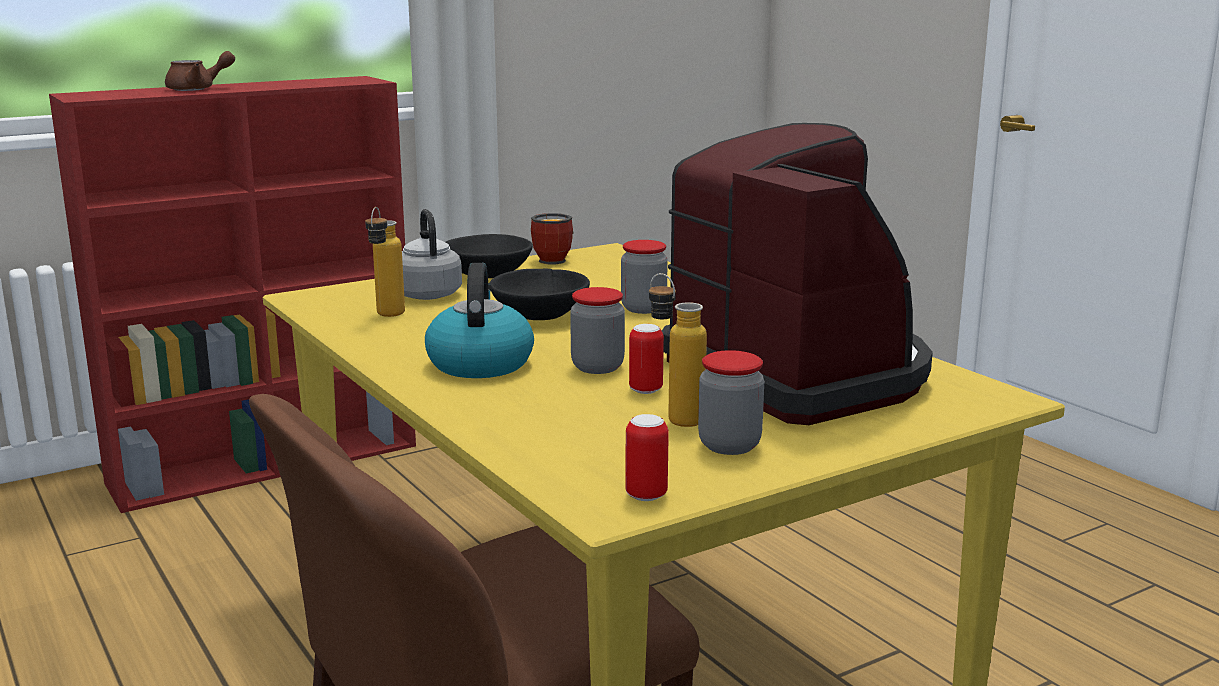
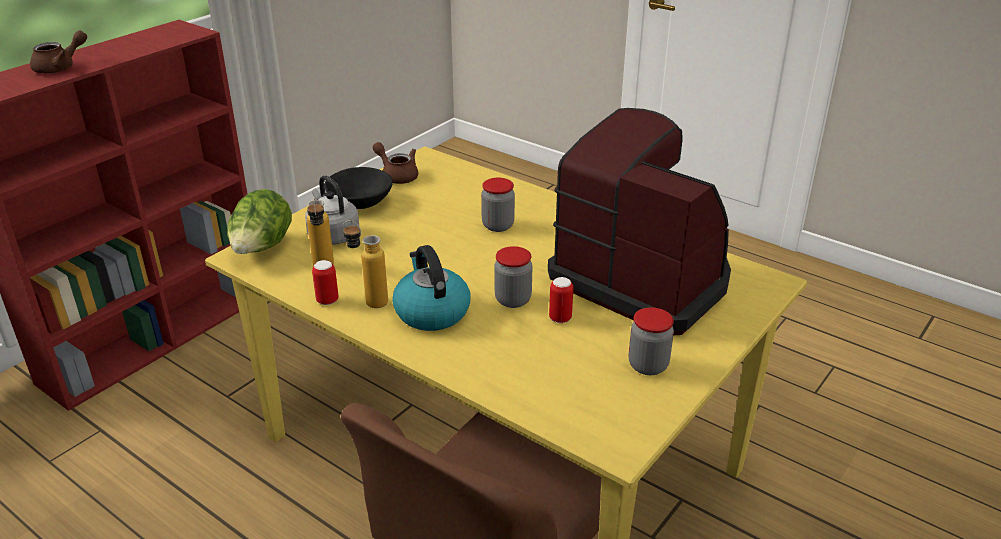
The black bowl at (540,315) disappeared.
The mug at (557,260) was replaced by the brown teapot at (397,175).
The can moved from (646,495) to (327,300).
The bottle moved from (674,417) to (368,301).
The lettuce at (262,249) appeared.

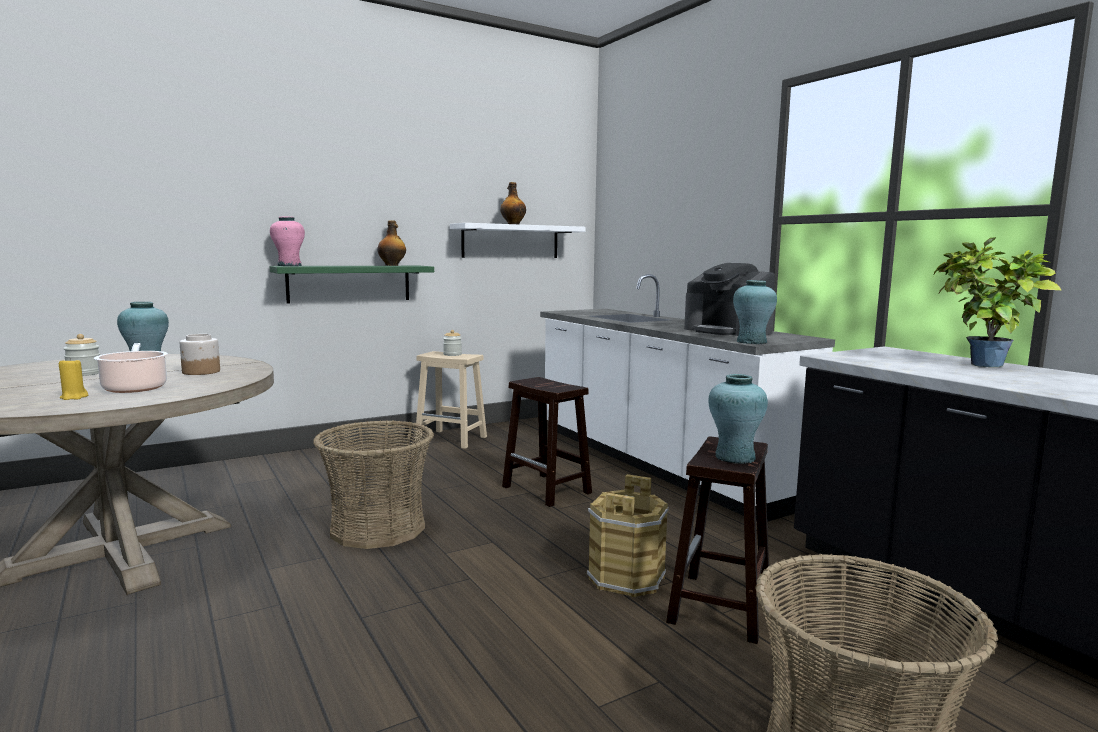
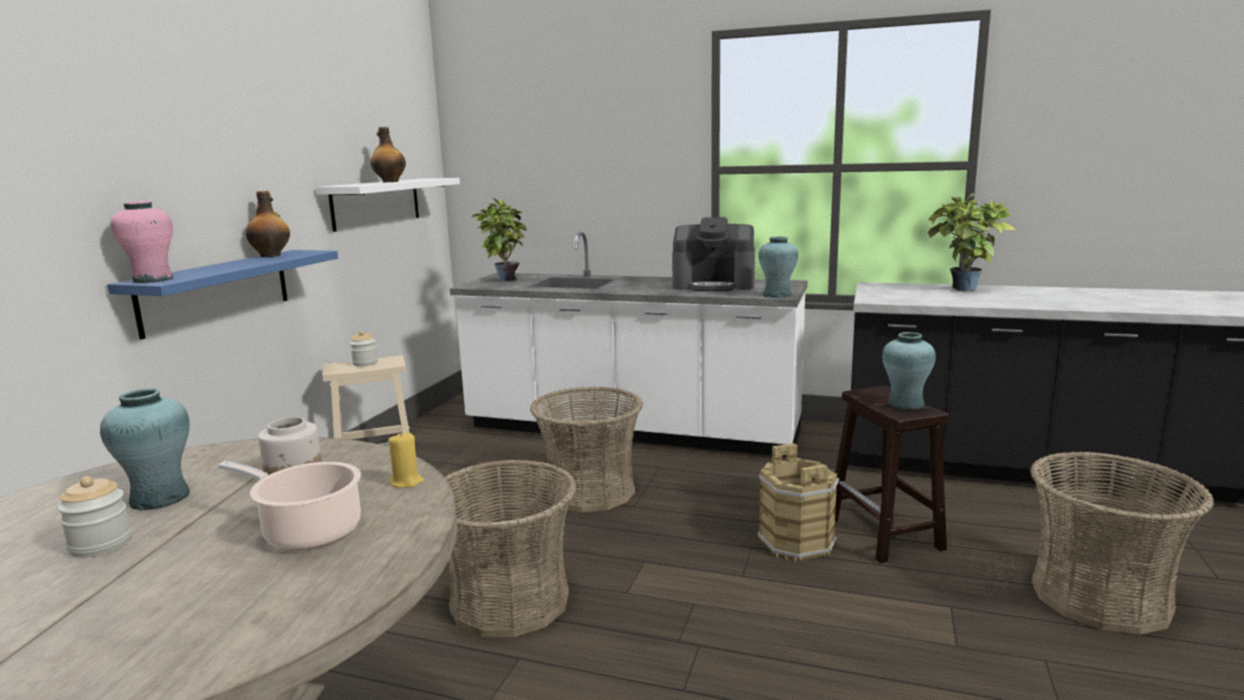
The yellow candle moved from (74,397) to (406,482).
The green shelf at (349,283) became the blue shelf at (216,291).
The brown stool at (547,490) was replaced by the basket at (590,491).
The potted plant at (504,280) appeared.

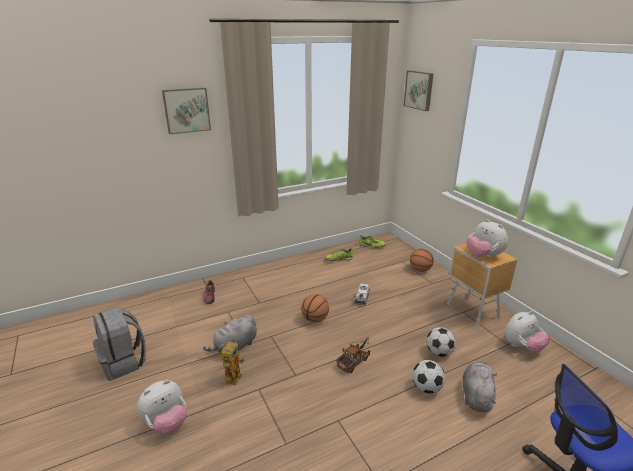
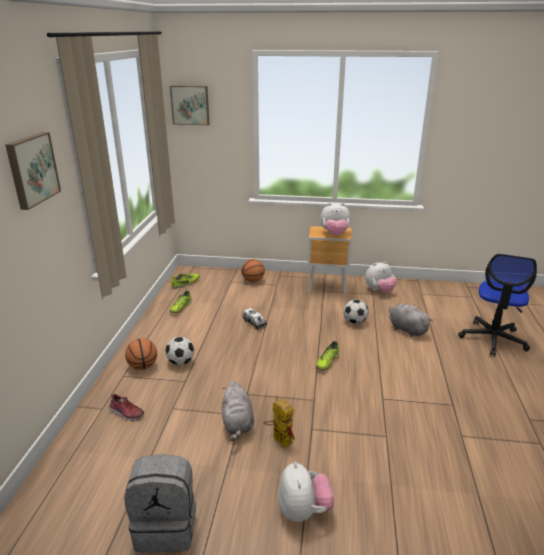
The basketball moved from (315,319) to (143,366).
The toy truck at (355,361) was replaced by the shoe at (327,362).
The football moved from (426,388) to (181,362).
The plush toy at (522,347) turned 60 degrees clockwise.

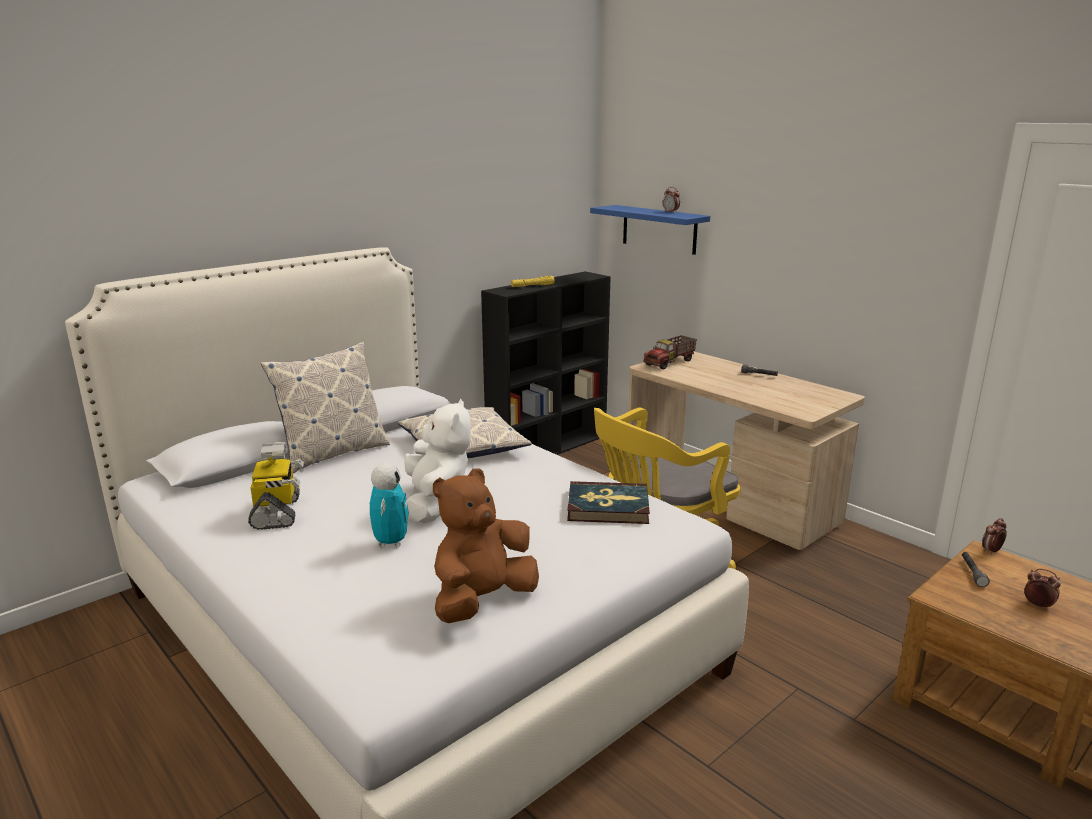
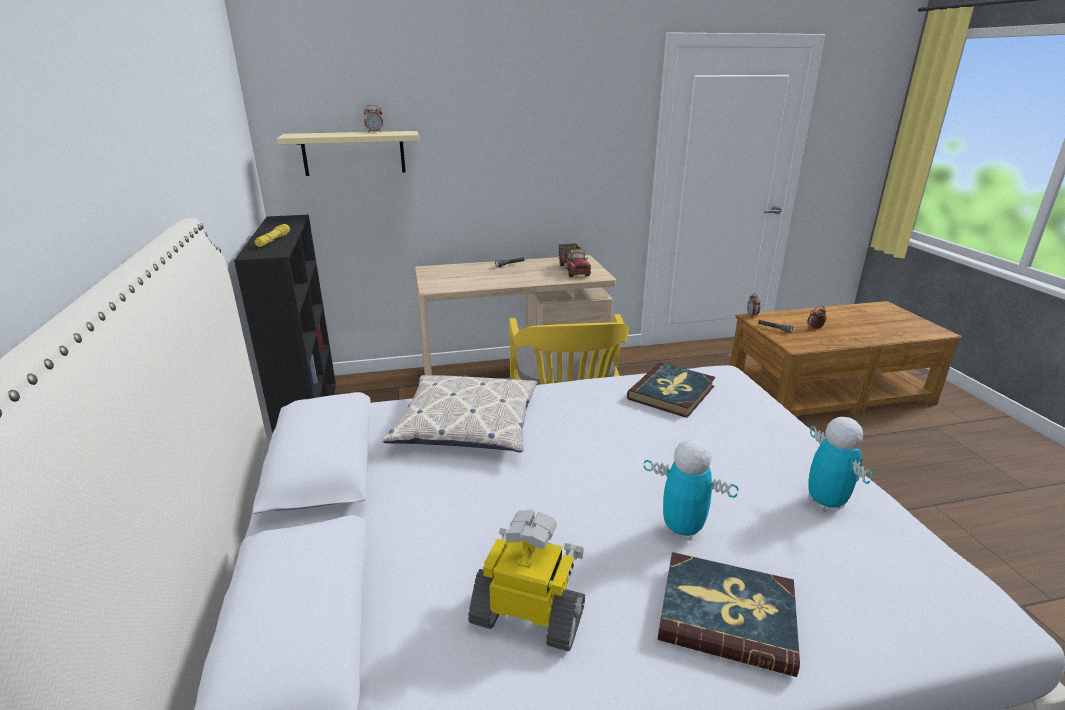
The pillow at (333,453) disappeared.
The white plush toy at (436,504) disappeared.
The brown plush toy at (482,601) was replaced by the toy robot at (825,503).
The blue shelf at (659,229) became the beige shelf at (354,153).
The toy truck moved from (670,363) to (574,270).
The book at (726,615) appeared.

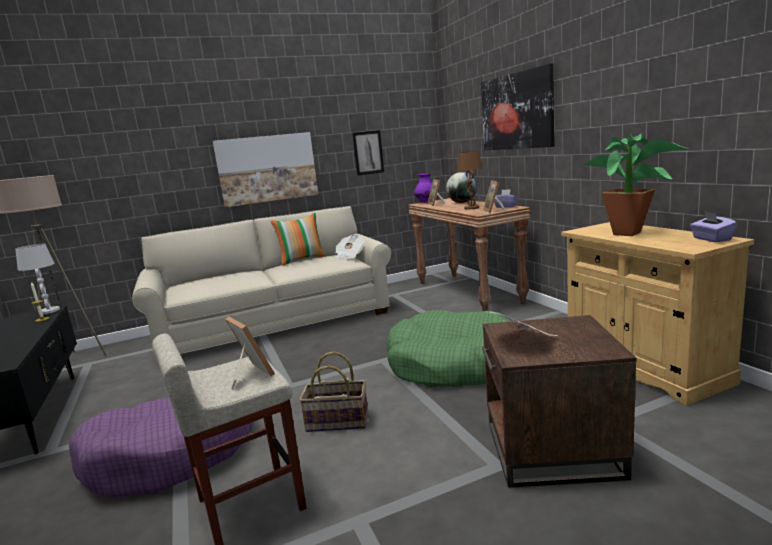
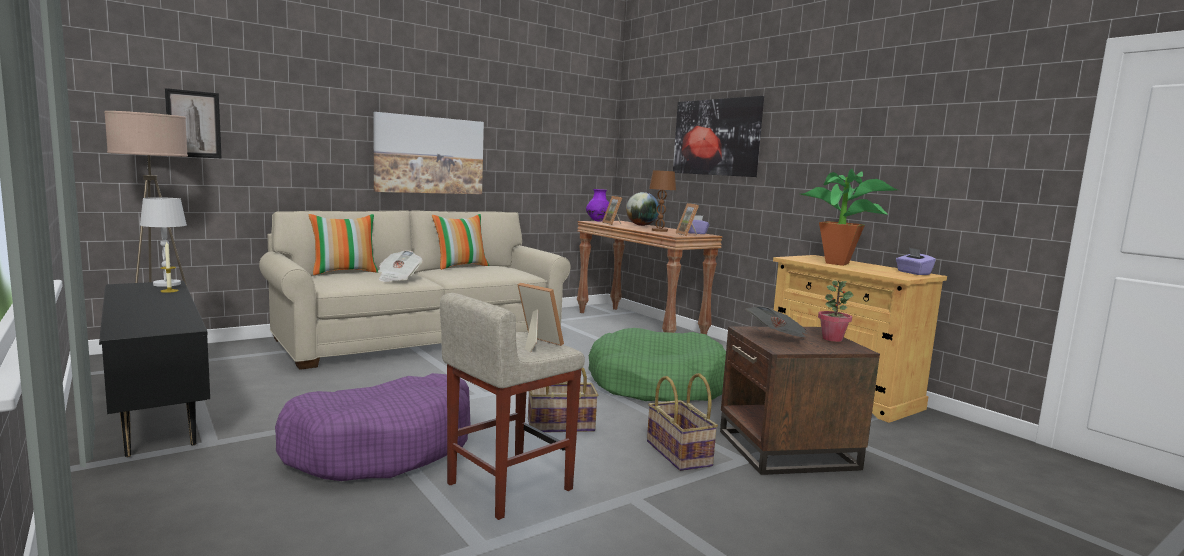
The newspaper moved from (349,256) to (398,278).
The picture moved from (368,152) to (193,124).
The pillow at (344,272) appeared.
The basket at (680,453) appeared.
The potted plant at (832,339) appeared.

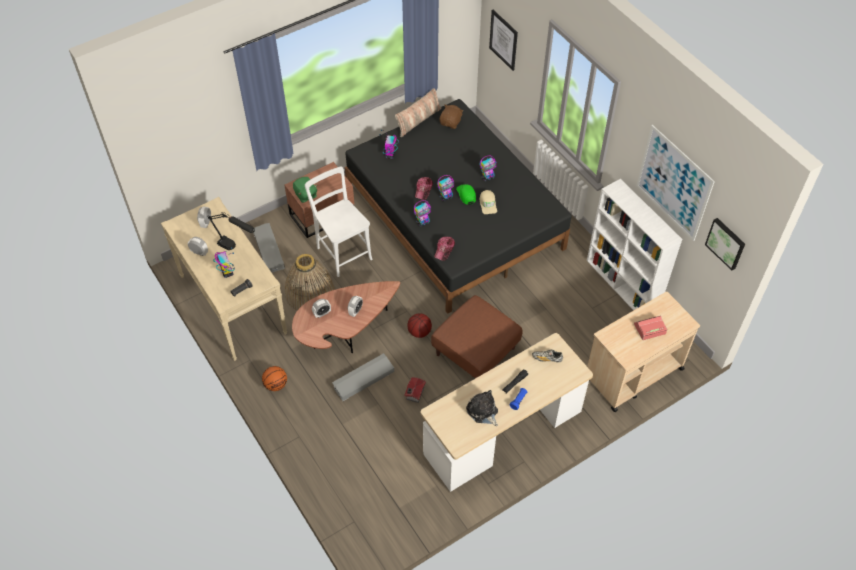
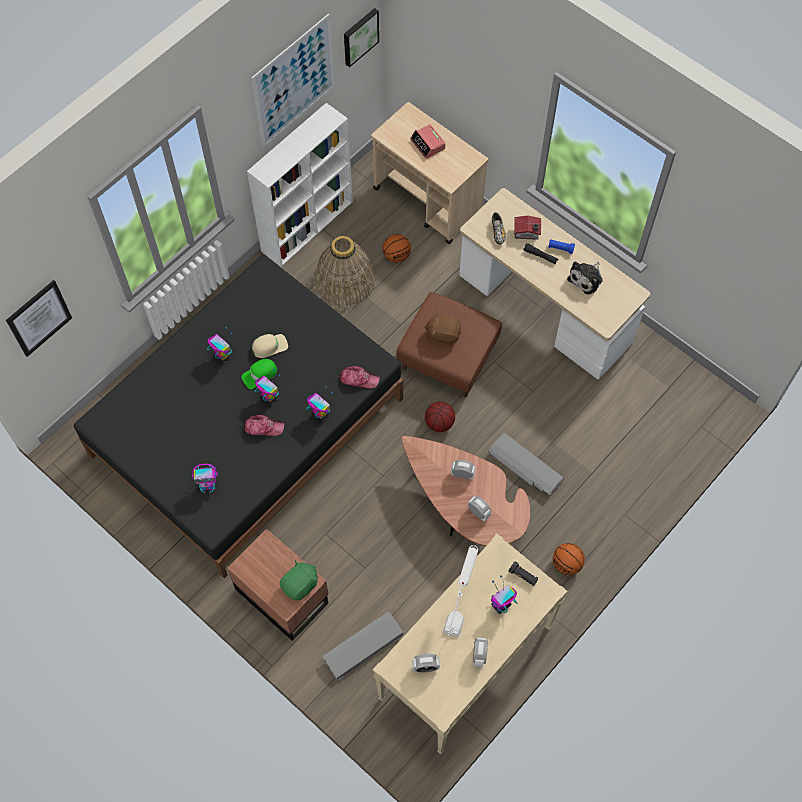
The black table lamp at (236,249) became the white table lamp at (458,608).
The basket moved from (310,293) to (345,280).
The white chair at (342,251) disappeared.
The pillow at (418,120) disappeared.
The toy house moved from (414,394) to (527,233).
The brown plush toy moved from (451,122) to (443,334).
The basketball at (396,256) appeared.

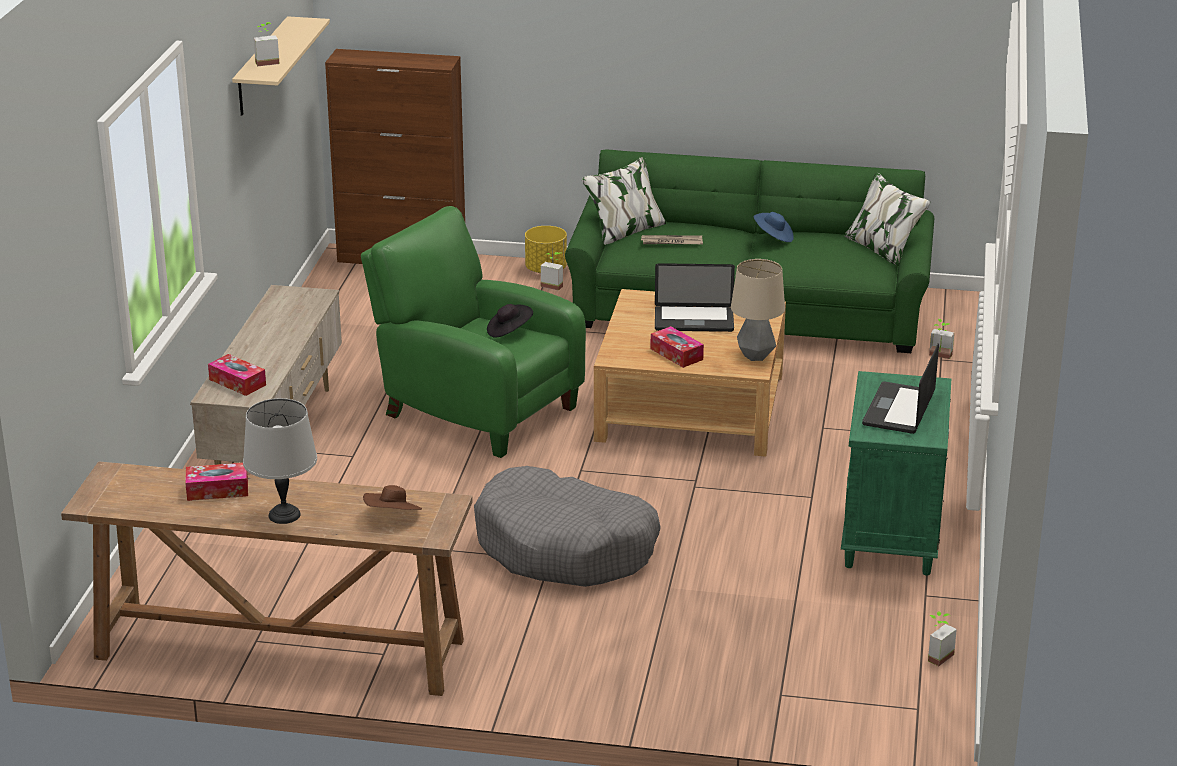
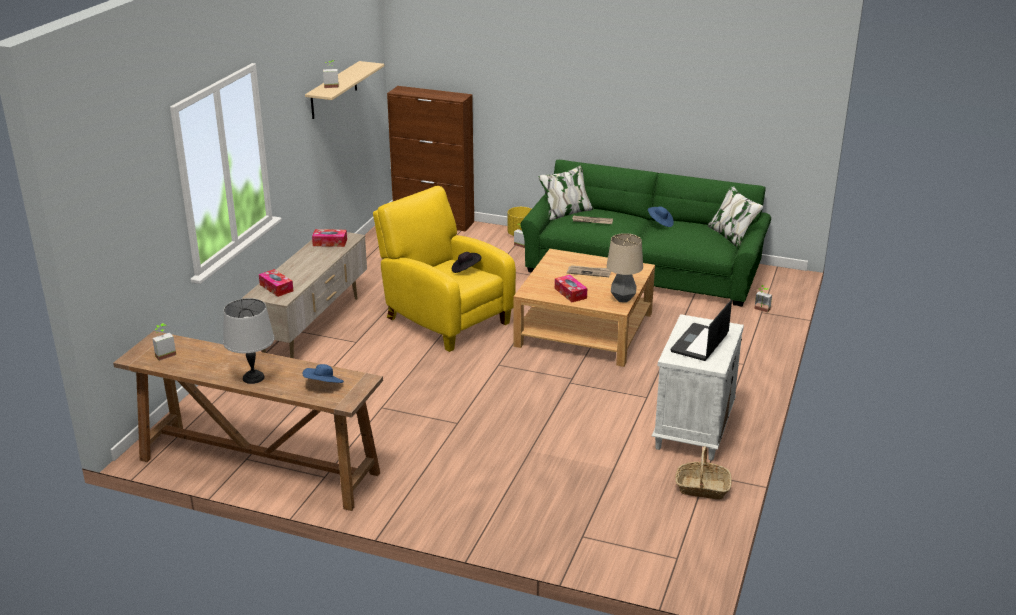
The tissue box moved from (217,490) to (330,242).
The green armchair at (475,409) became the yellow armchair at (445,318).
The brown hat at (393,516) became the blue hat at (324,385).
The grey dog bed at (565,548) disappeared.
The laptop at (694,320) was replaced by the newspaper at (589,272).
The green nightstand at (891,537) became the white nightstand at (693,430).
The potted plant moved from (936,655) to (164,354).
The basket at (702,488) appeared.

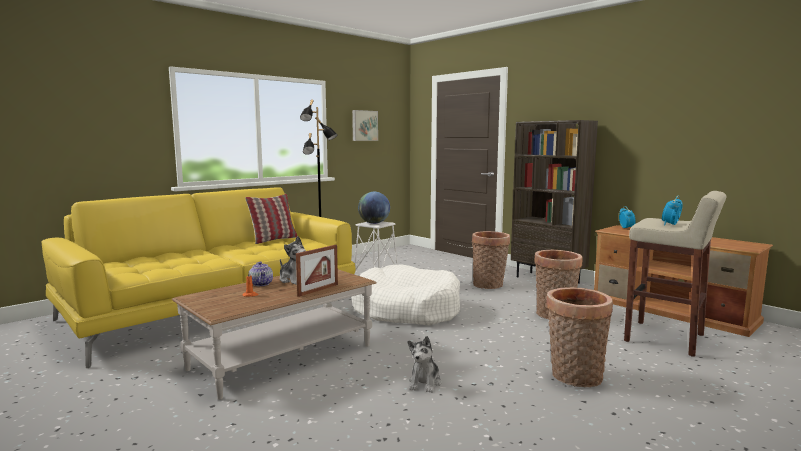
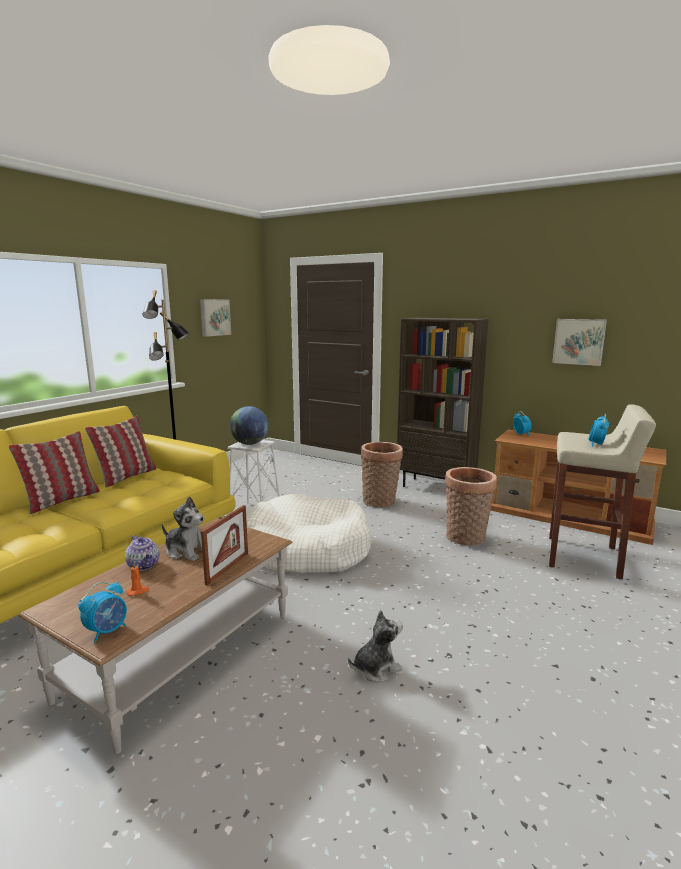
The plush toy at (425,383) turned 120 degrees counterclockwise.
The basket at (574,377) disappeared.
The pillow at (61,500) appeared.
The alarm clock at (107,631) appeared.
The picture at (579,341) appeared.

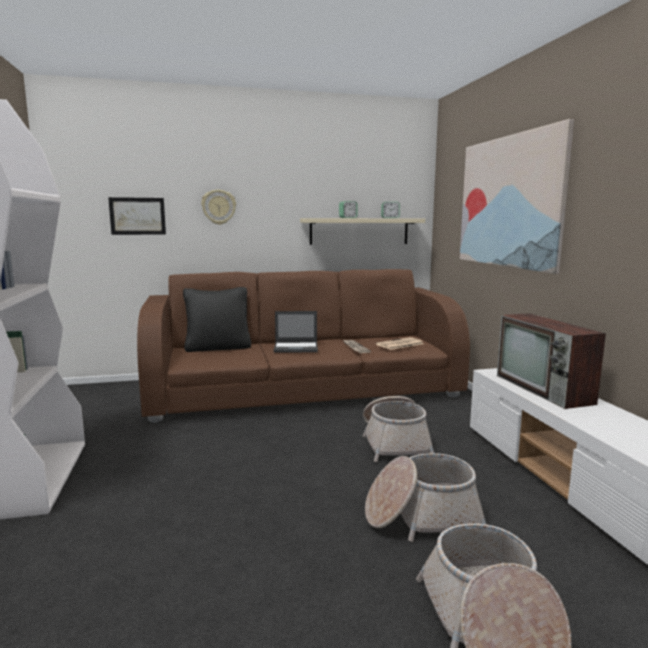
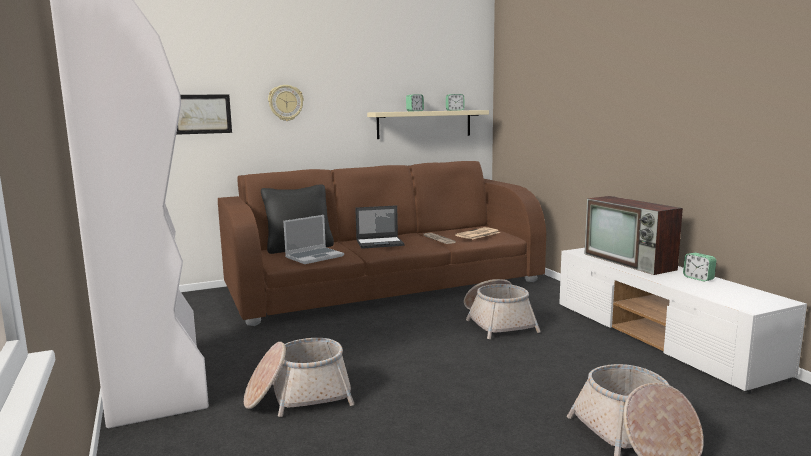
The basket moved from (422,517) to (298,396).
The picture at (509,202) disappeared.
The laptop at (315,256) appeared.
The alarm clock at (698,278) appeared.

